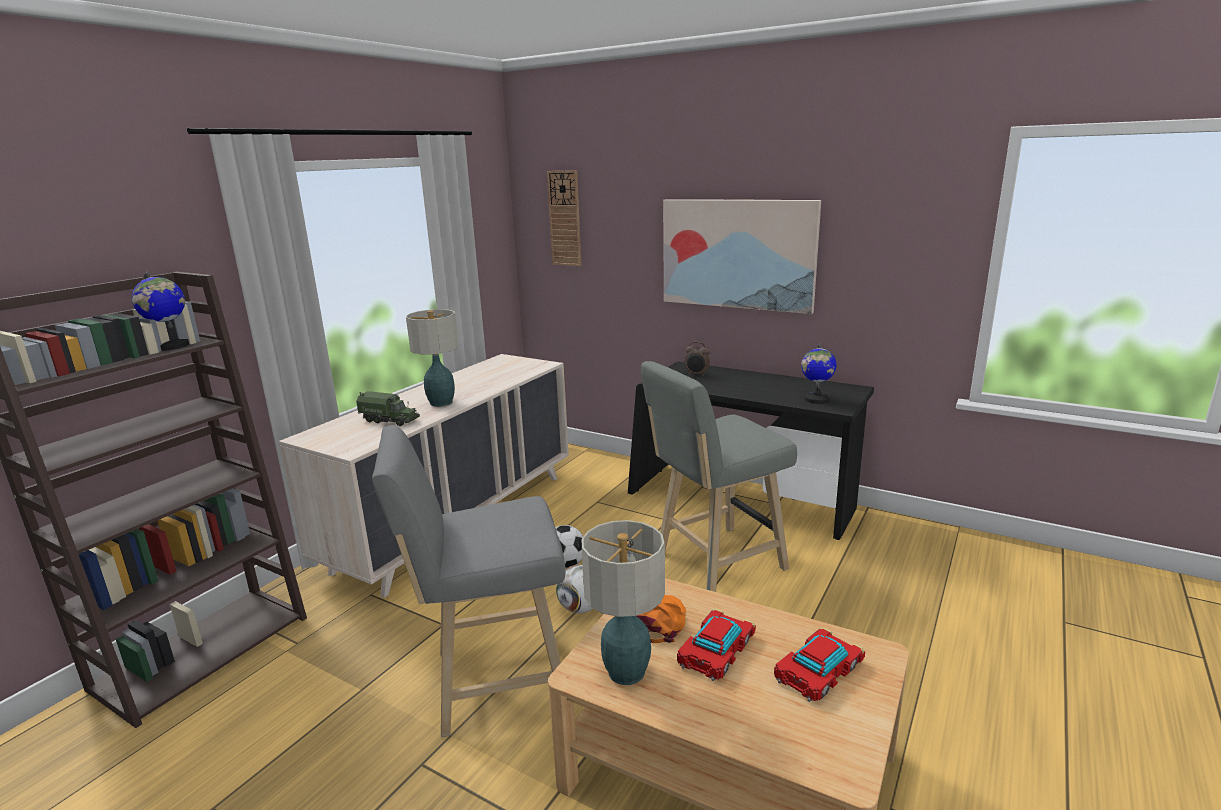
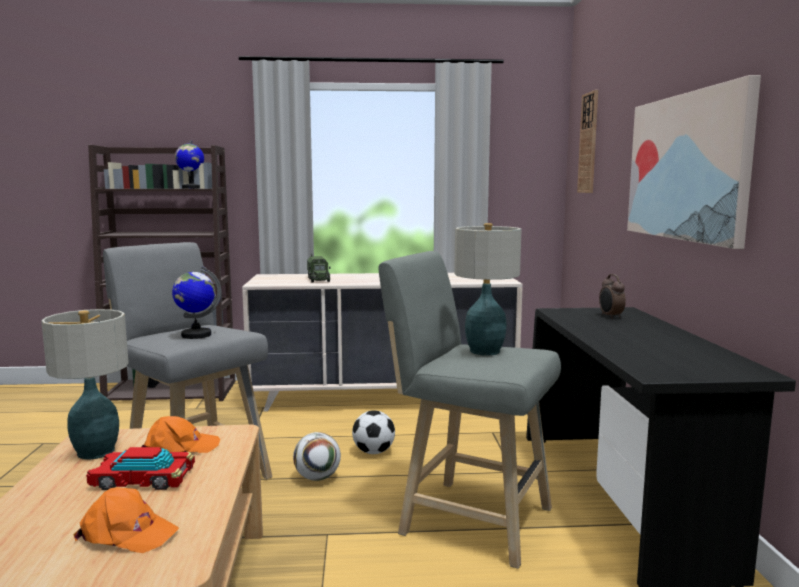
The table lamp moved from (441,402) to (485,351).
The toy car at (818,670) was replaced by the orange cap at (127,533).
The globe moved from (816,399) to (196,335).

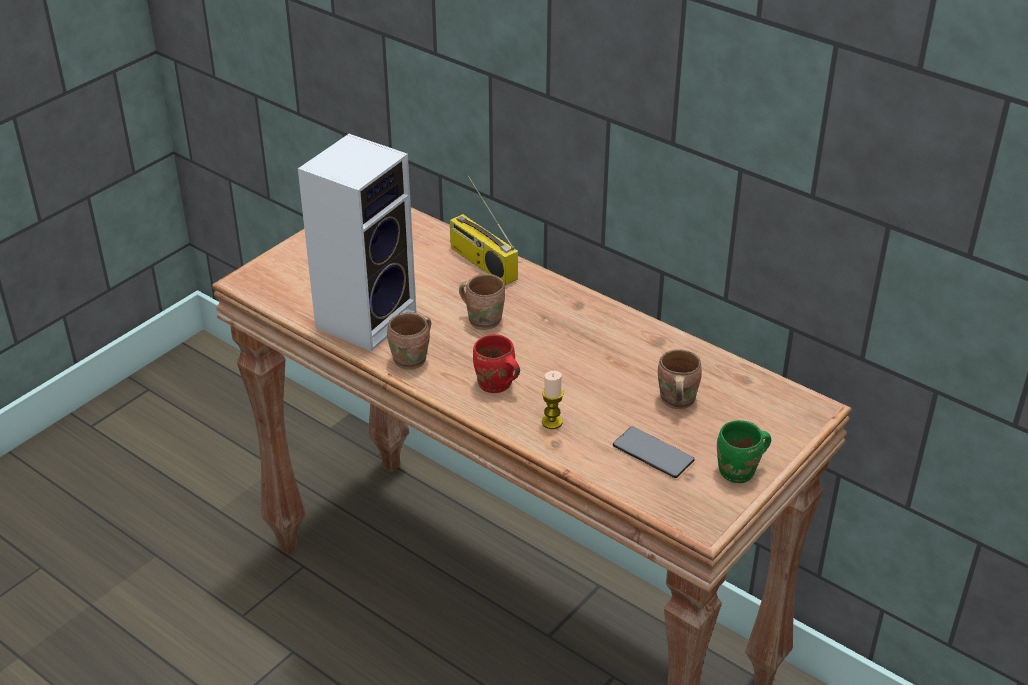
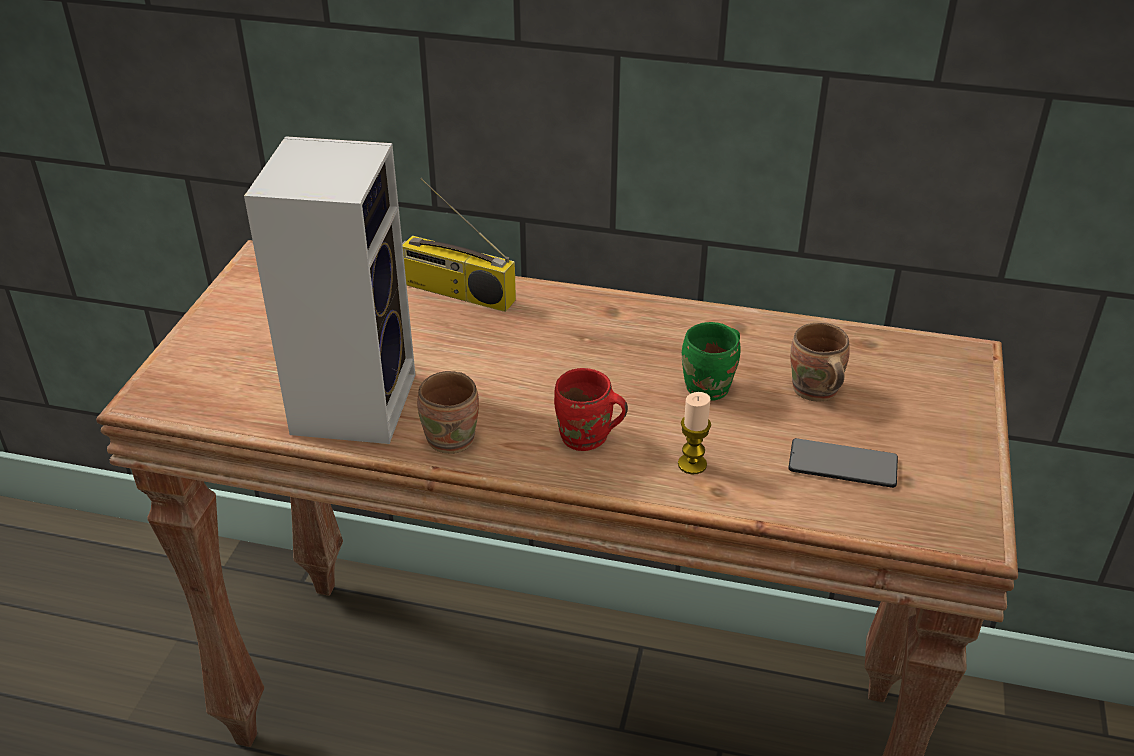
The brown mug at (484,319) disappeared.
The green mug moved from (740,472) to (711,388).

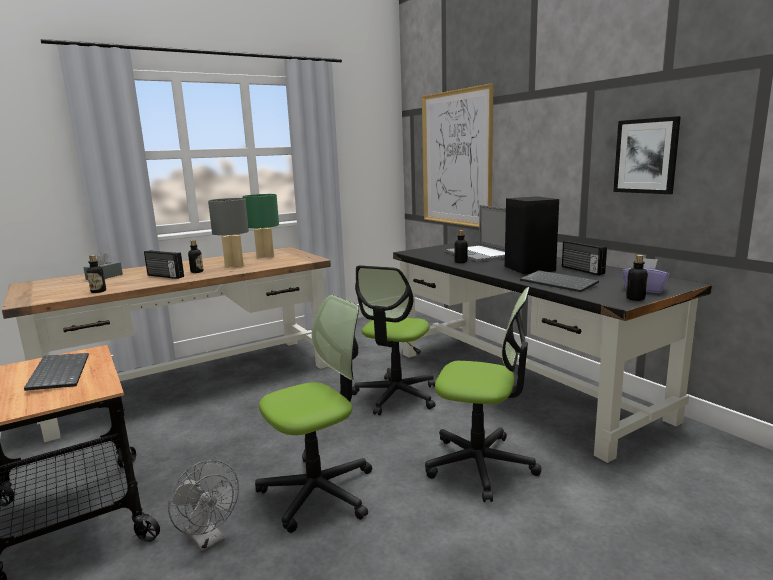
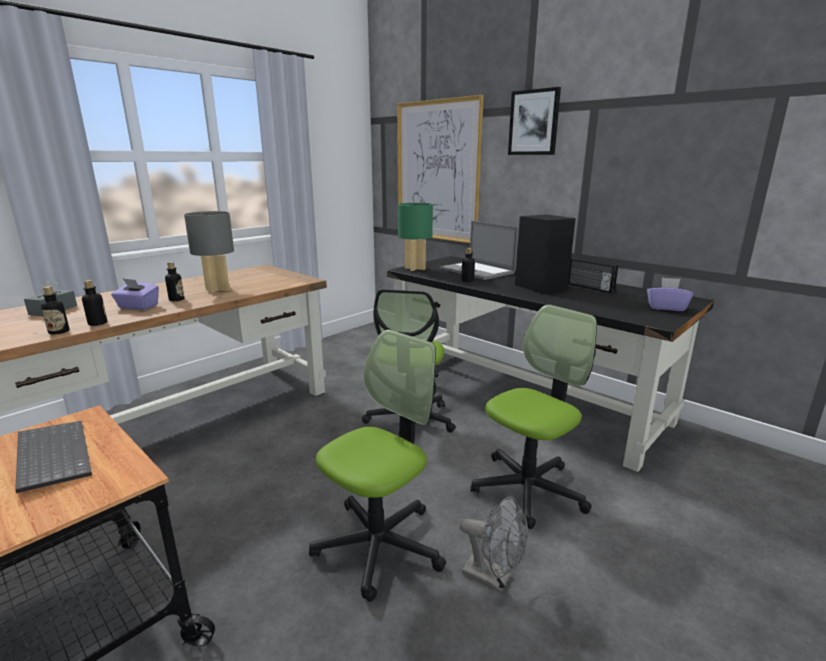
The radio at (164,276) was replaced by the purple tissue box at (138,306).
The grey fan moved from (208,540) to (493,578).
The green table lamp moved from (265,256) to (415,269).
The office chair at (480,465) turned 45 degrees counterclockwise.
The keyboard at (559,283) disappeared.
The picture moved from (646,156) to (534,122).
The bottle moved from (635,298) to (98,323).

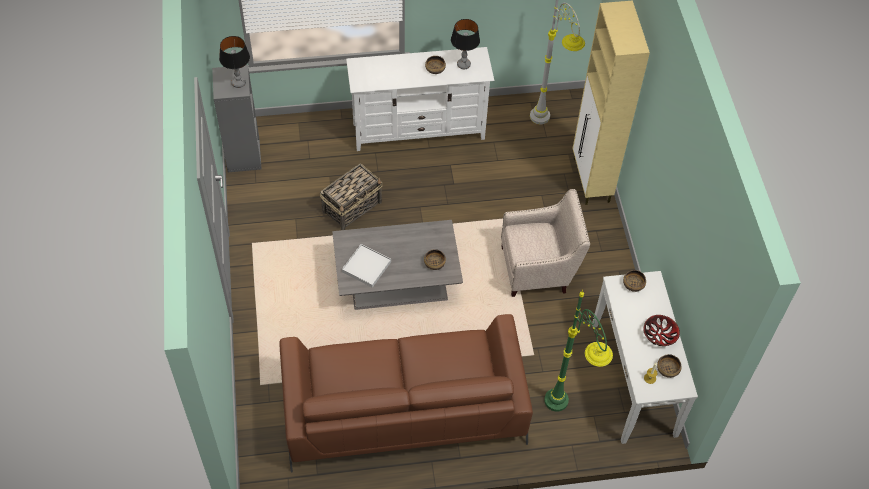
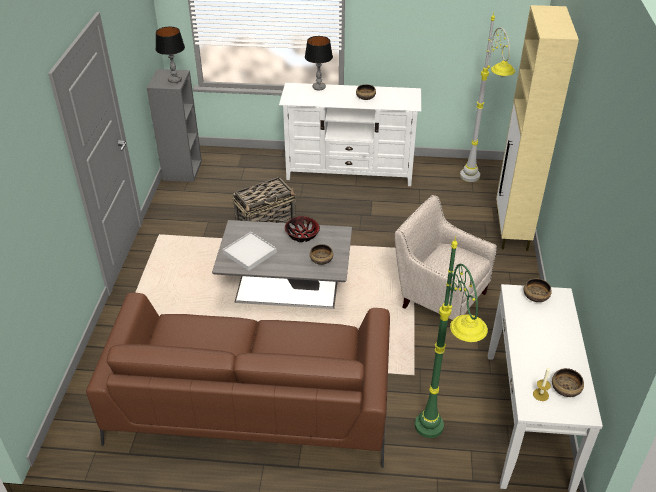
The table lamp moved from (463,64) to (319,87).
The beige armchair at (539,269) turned 150 degrees counterclockwise.
The bowl moved from (659,335) to (302,235).

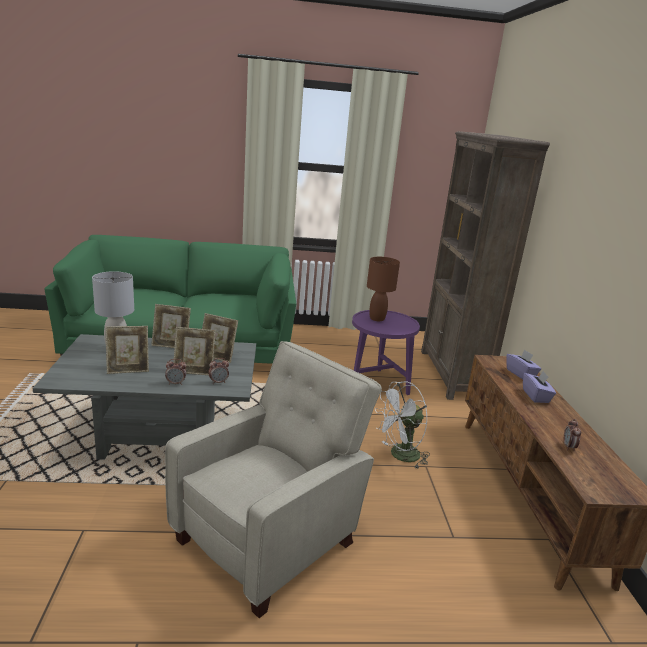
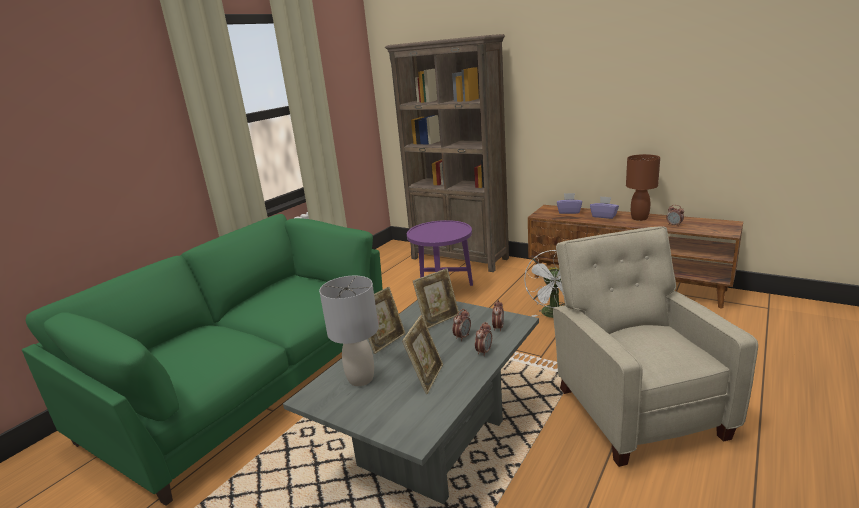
The picture frame at (194,371) was replaced by the alarm clock at (462,337).
The brown table lamp moved from (377,318) to (639,218).

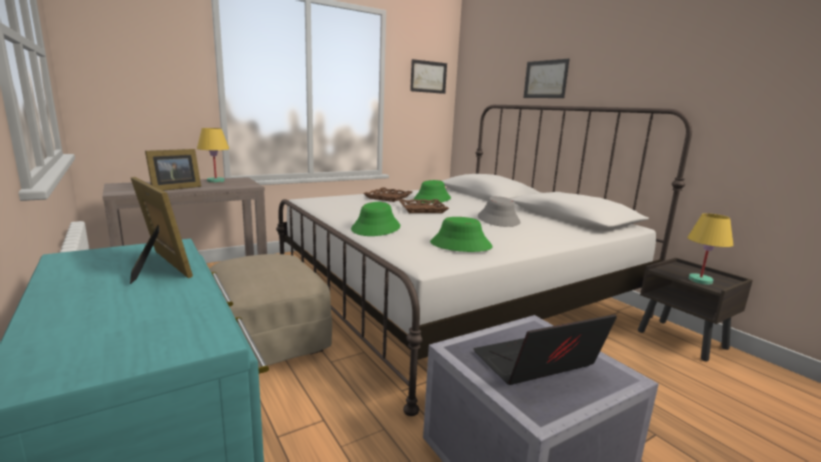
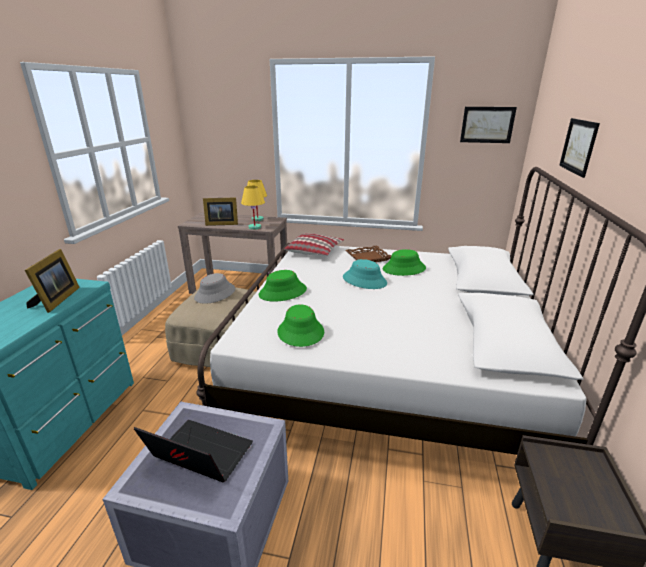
The brown tray at (422,209) was replaced by the turquoise hat at (364,280).
The grey hat moved from (498,220) to (215,294).
The yellow table lamp moved from (700,280) to (255,227).
The pillow at (315,251) appeared.

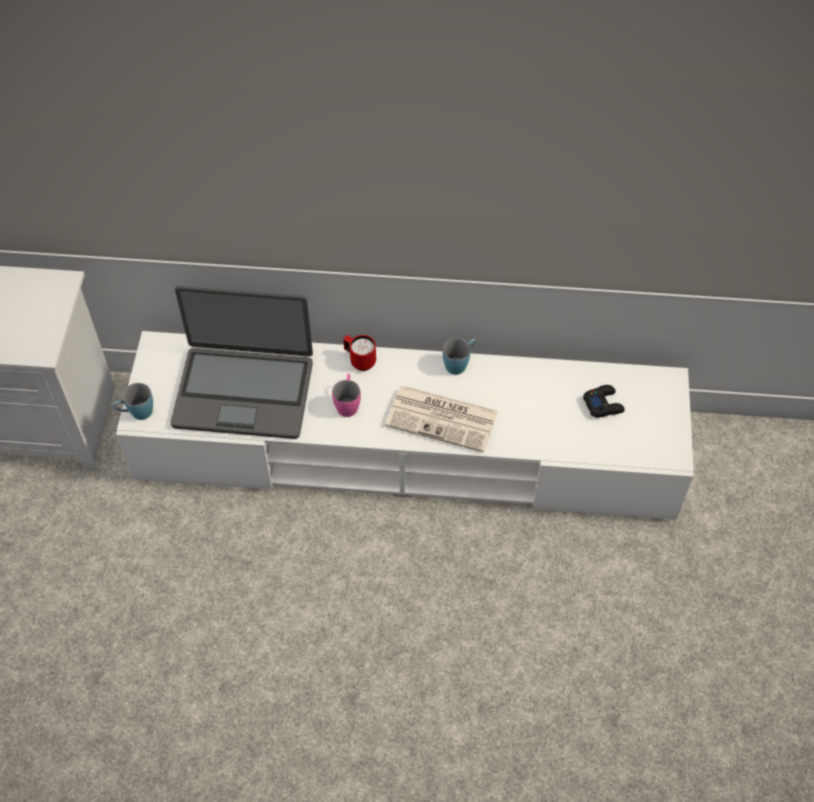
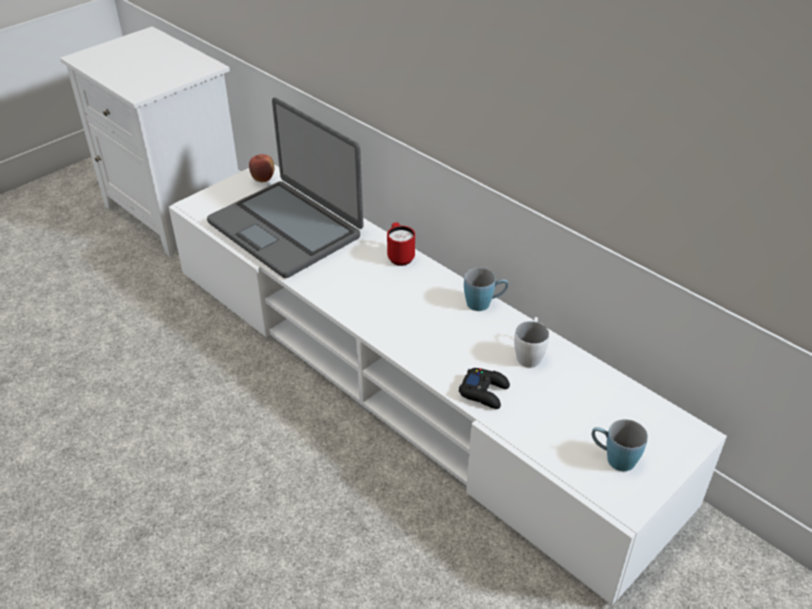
The blue mug moved from (136,413) to (613,458).
The pink mug at (347,403) disappeared.
The newspaper at (443,418) disappeared.
The black game controller moved from (603,404) to (484,392).
The apple at (263,179) appeared.
The white mug at (529,354) appeared.

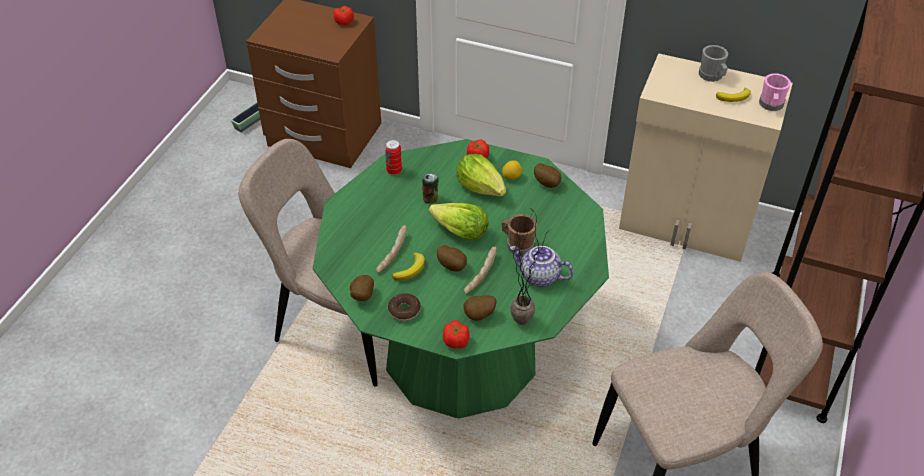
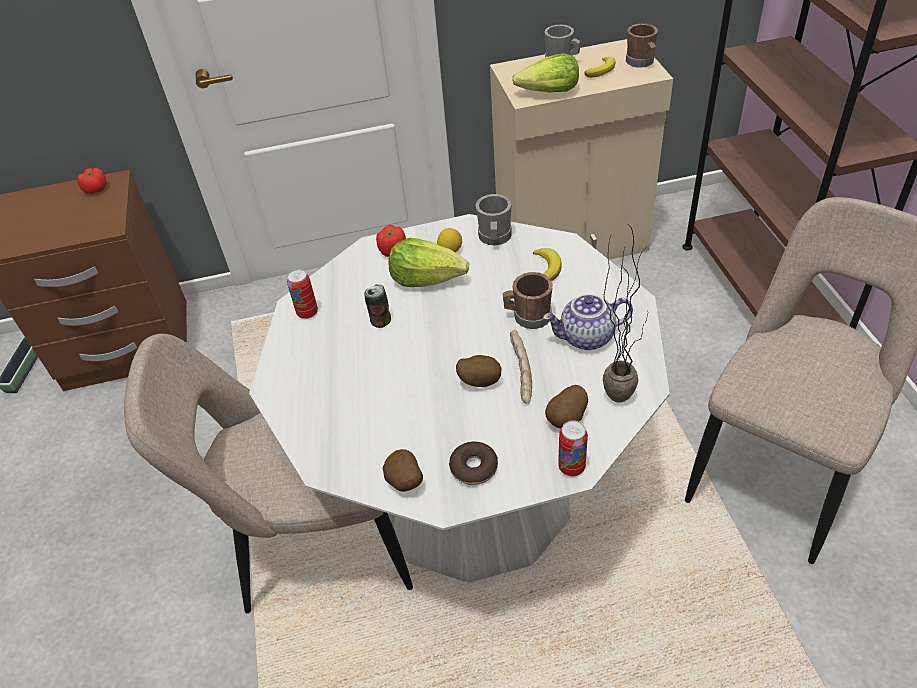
The green dining table at (461,354) became the white dining table at (473,492).
The bread at (391,253) disappeared.
The banana moved from (411,269) to (547,268).
The lettuce moved from (459,232) to (549,92).
The tomato at (456,341) was replaced by the can at (571,467).
The potato at (547,183) was replaced by the grey mug at (494,238).
The pink mug at (771,105) became the brown mug at (641,62).

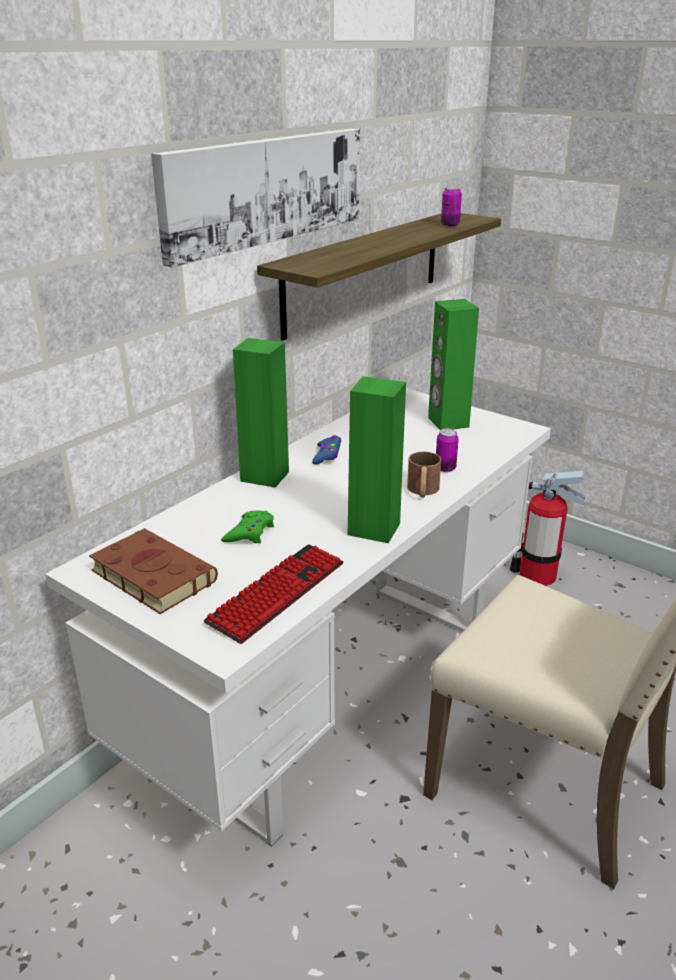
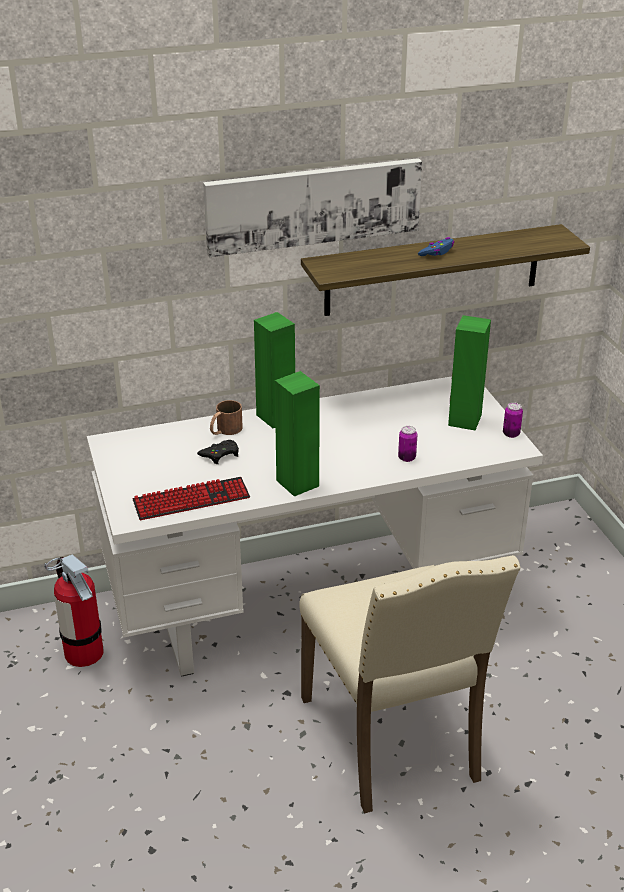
The brown book at (150,575) disappeared.
The green game controller at (250,532) became the black game controller at (220,455).
The blue game controller moved from (327,455) to (437,252).
The brown mug moved from (422,491) to (225,430).
The can moved from (450,225) to (511,434).
The fire extinguisher moved from (537,575) to (83,652).

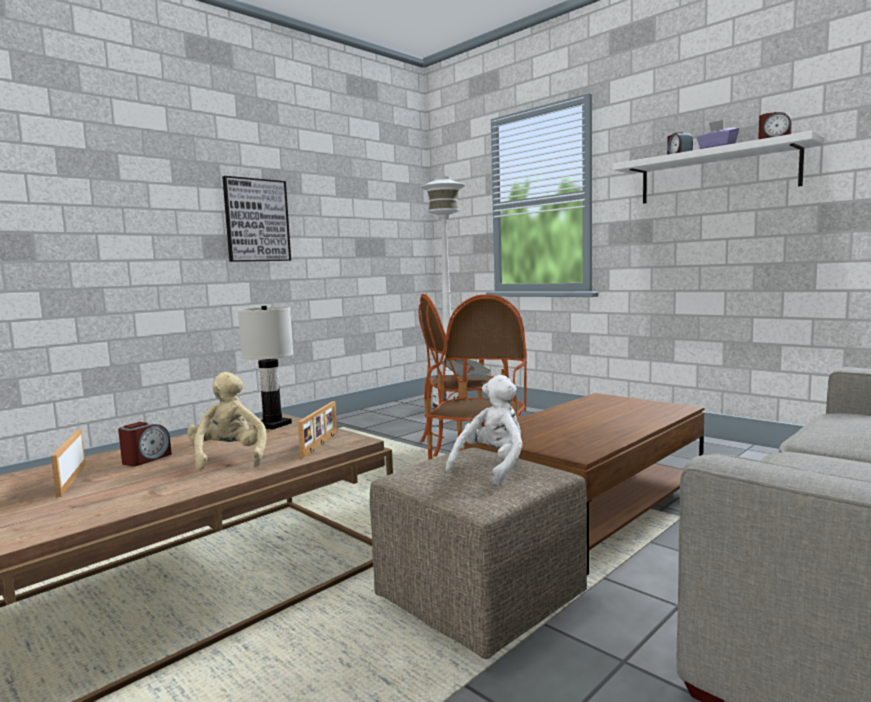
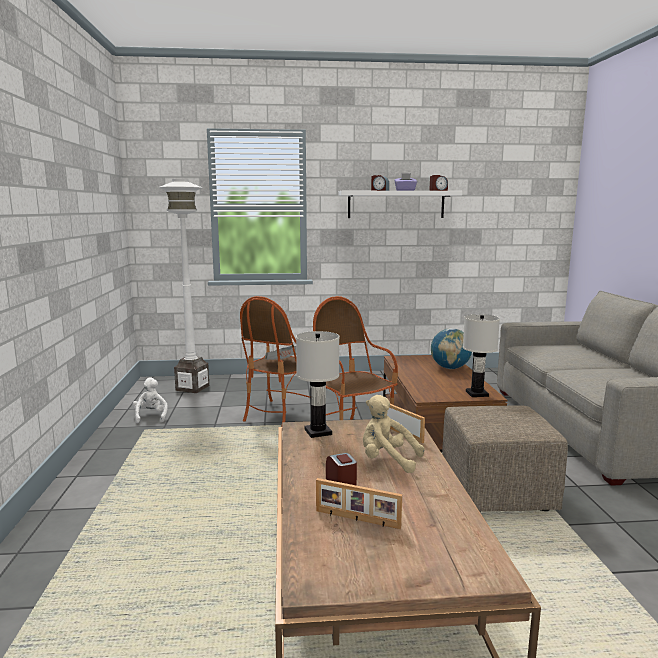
The picture at (256,220) disappeared.
The white plush toy moved from (492,467) to (151,416).
The globe at (450,368) appeared.
The white table lamp at (476,393) appeared.

